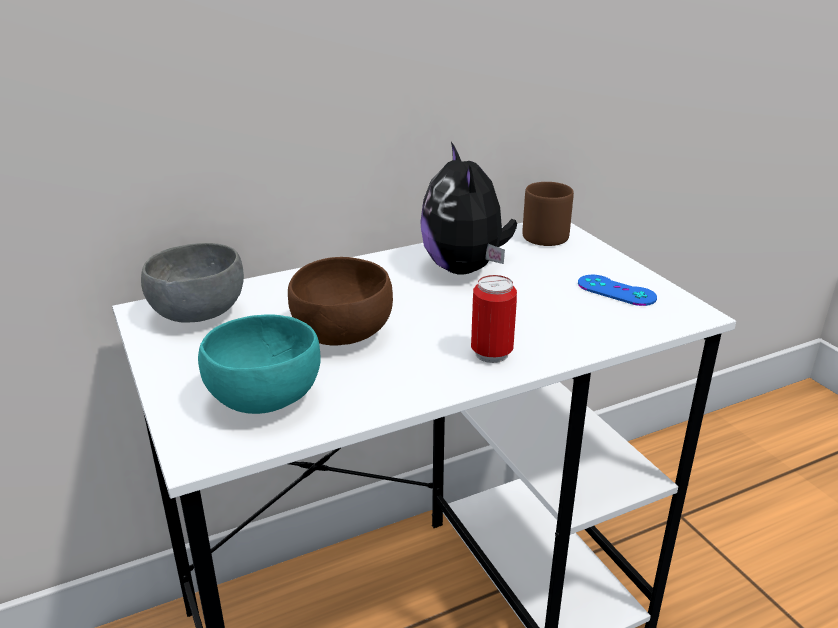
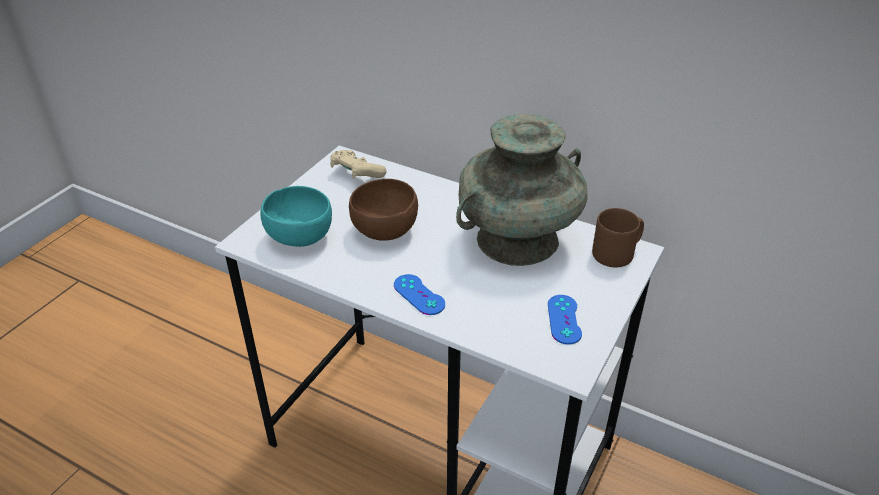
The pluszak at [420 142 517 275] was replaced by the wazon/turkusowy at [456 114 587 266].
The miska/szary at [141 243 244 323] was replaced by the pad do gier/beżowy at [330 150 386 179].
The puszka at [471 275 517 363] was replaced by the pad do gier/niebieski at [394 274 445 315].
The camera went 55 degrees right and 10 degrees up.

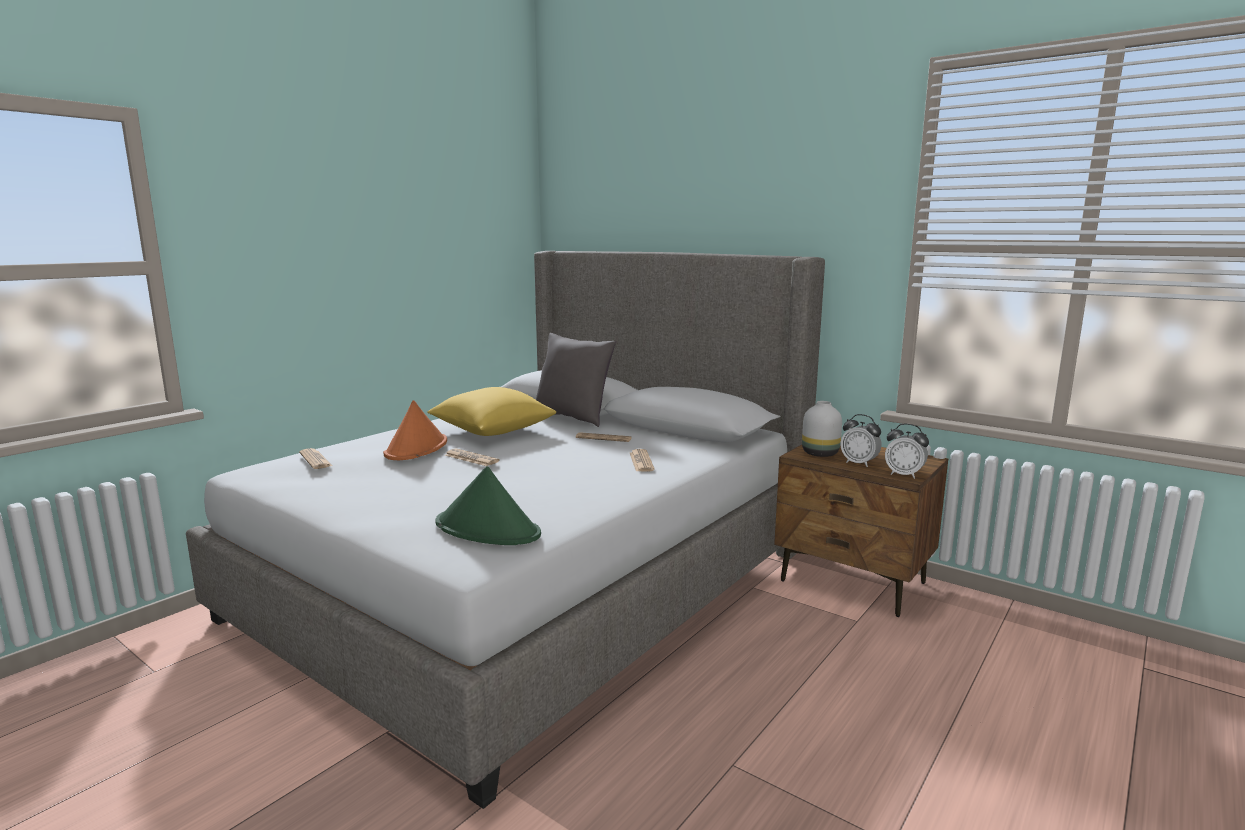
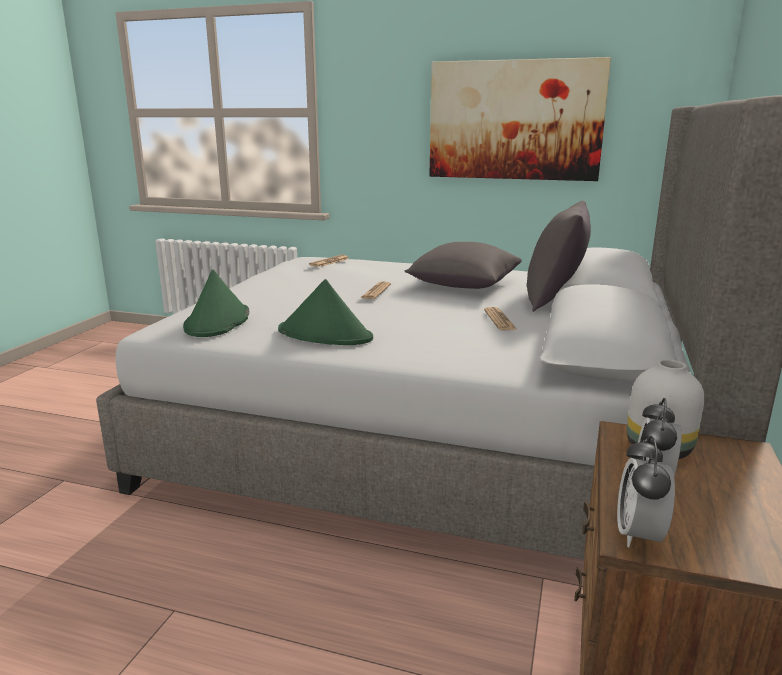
The poduszka/żółty at [427 387 556 436] became the poduszka/szary at [404 242 522 289].
The kapelusz/pomarańczowy at [383 400 447 460] disappeared.
The gazeta at [630 449 655 472] disappeared.
The obraz at [429 57 611 181] appeared.
The kapelusz/zielony at [278 279 373 345] appeared.
The camera went 70 degrees right and 5 degrees up.

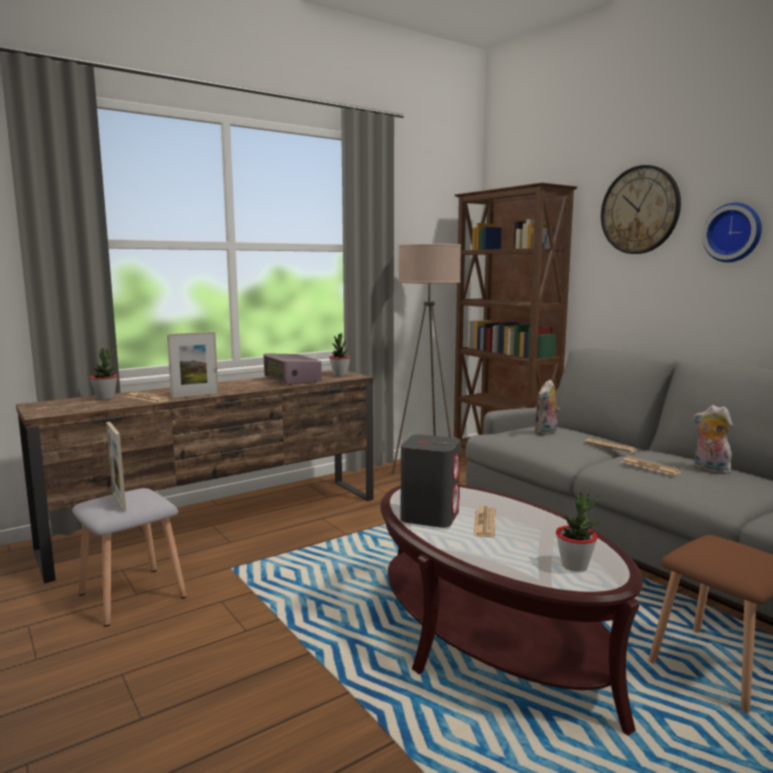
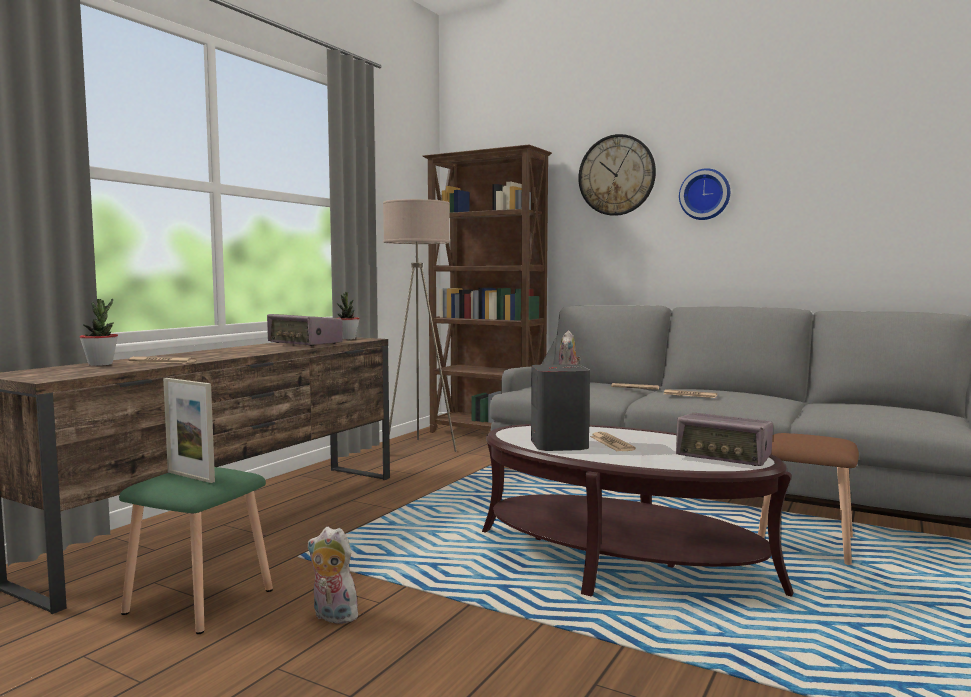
The ramka na zdjęcie at [167 332 219 399] disappeared.
The pluszak moved from [693 405 733 474] to [307 527 360 624].
The stołek/szary at [72 488 186 627] became the stołek/zielony at [119 467 273 634].
The roślina doniczkowa at [556 493 600 571] was replaced by the radio at [676 413 773 466].
The camera went 25 degrees left and 5 degrees down.

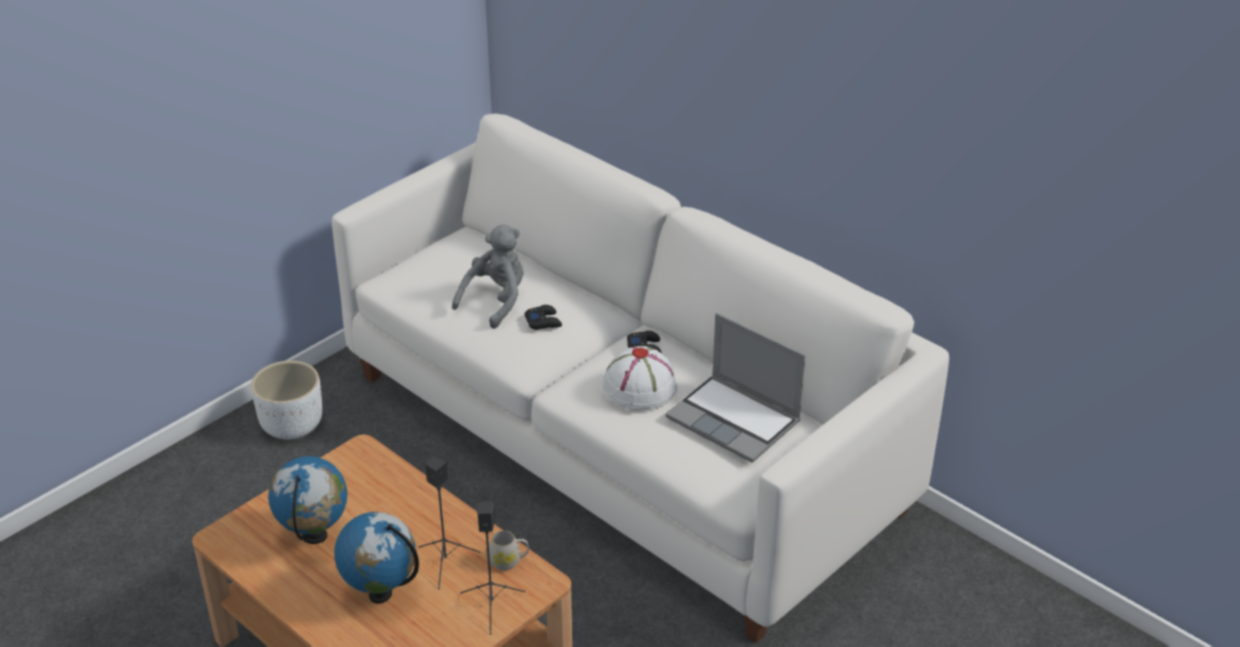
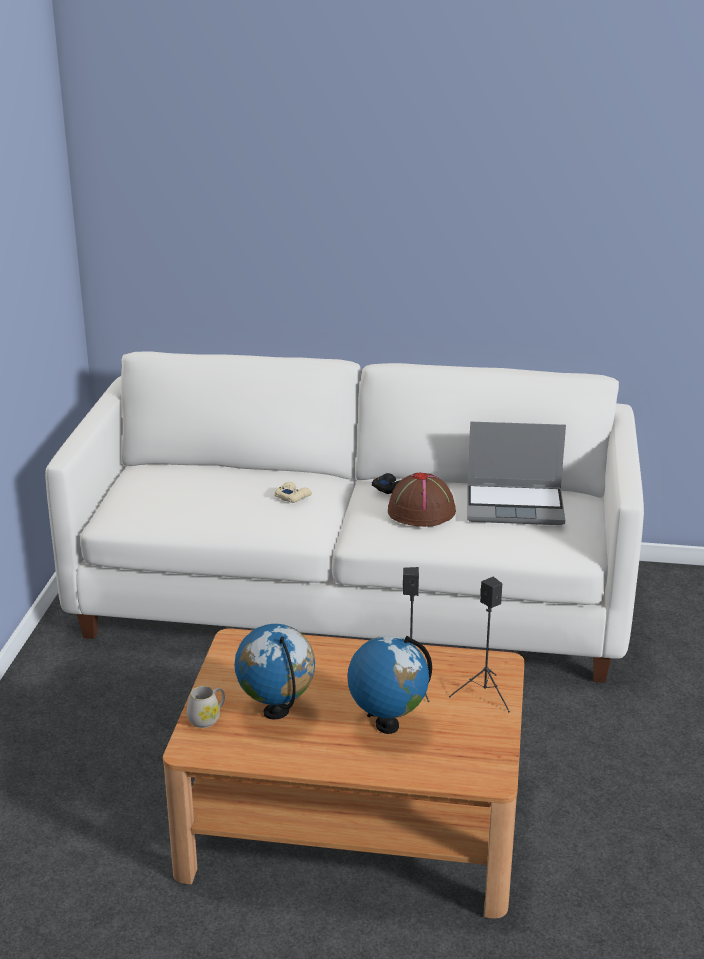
The pluszak/szary at [452 224 524 329] disappeared.
The pad do gier/czarny at [525 305 562 330] became the pad do gier/beżowy at [275 482 312 503].
The kapelusz/biały at [602 346 677 410] became the kapelusz/brązowy at [388 472 456 527].
The donica/biały at [251 361 323 440] disappeared.
The kubek/biały moved from [489 530 529 570] to [187 686 225 728].
The camera went 35 degrees left and 10 degrees down.

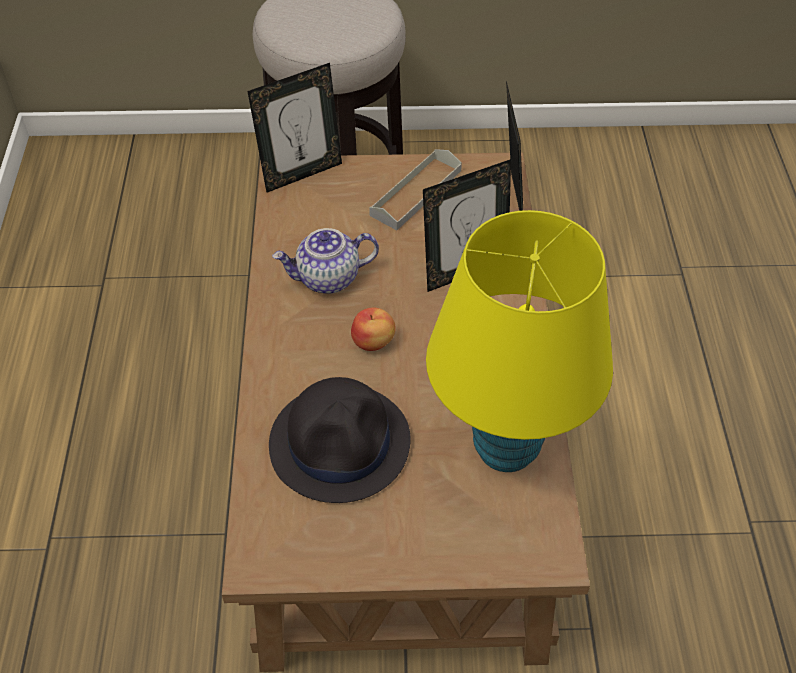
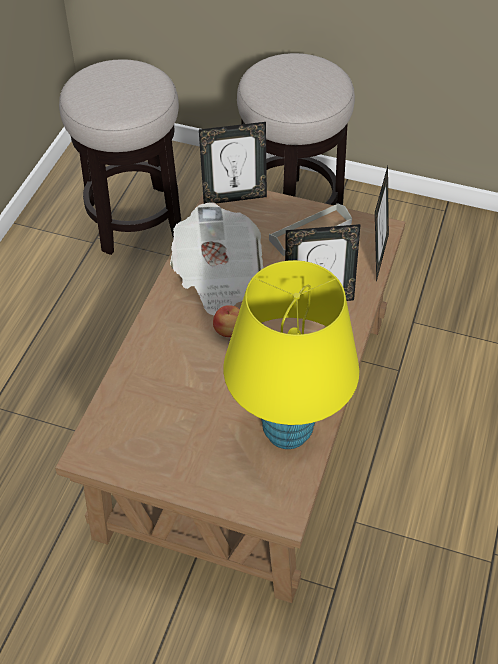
The imbryk at [272 228 379 294] was replaced by the gazeta at [170 202 263 315].
The kapelusz/czarny at [269 377 410 503] disappeared.
The stołek at [59 59 181 255] appeared.
The camera went 20 degrees right and 0 degrees up.

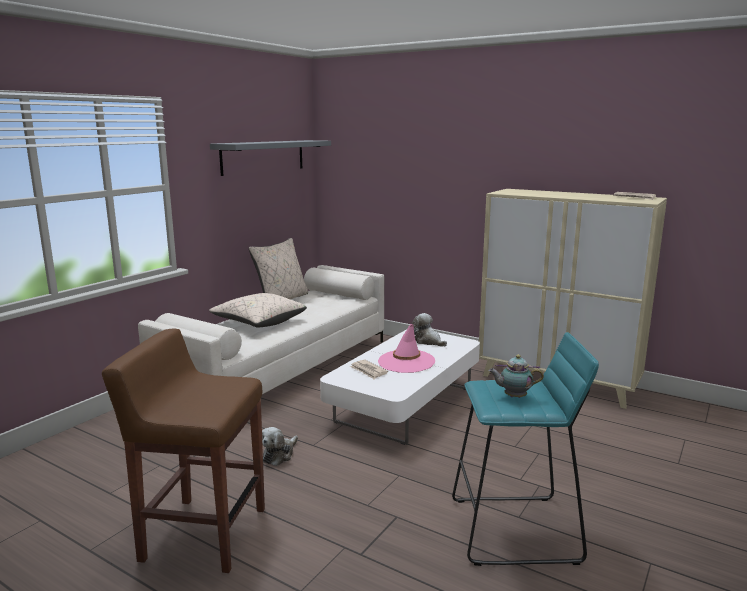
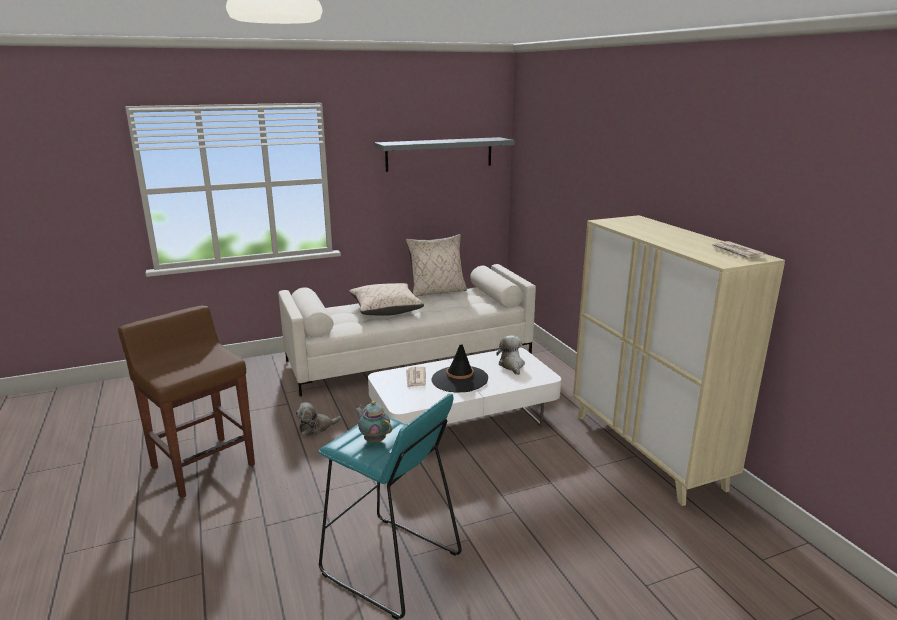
The kapelusz/różowy at [378 324 435 373] became the kapelusz/czarny at [431 345 488 393].
The camera went 35 degrees right and 5 degrees up.

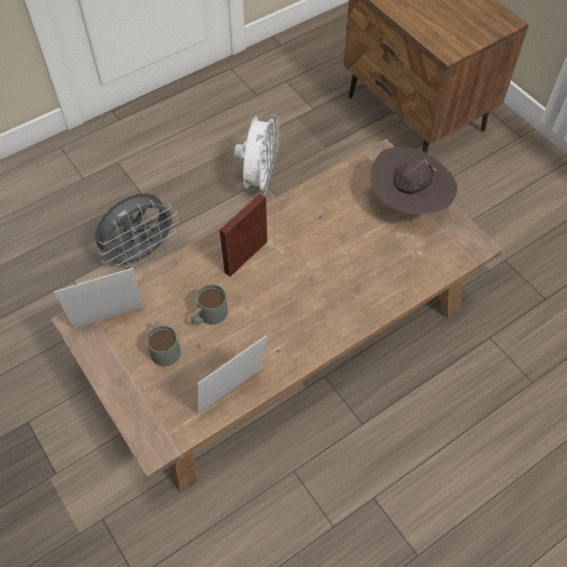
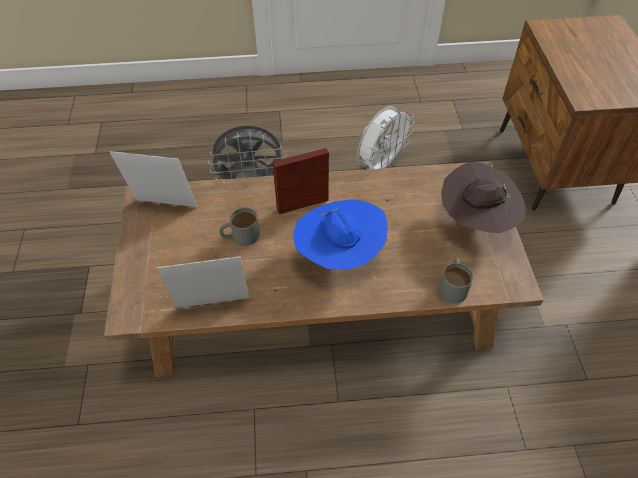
The kubek/szary moved from [146 320 181 366] to [439 258 473 304].
The kapelusz/niebieski at [294 199 388 269] appeared.
The camera went 30 degrees right and 5 degrees down.

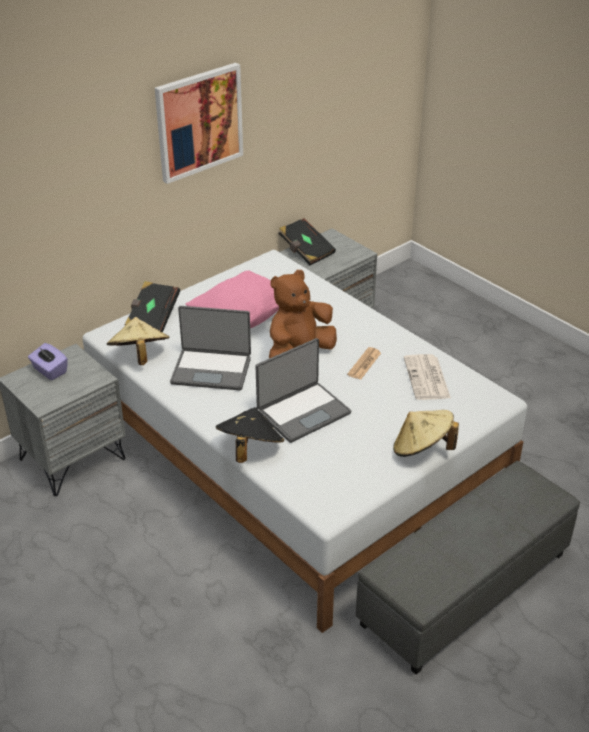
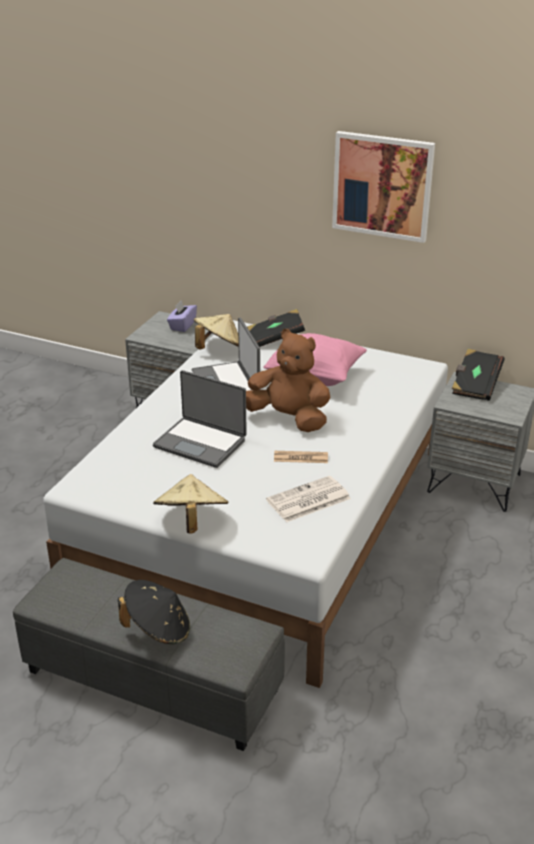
The kapelusz/czarny moved from [216 407 284 463] to [118 580 190 644].
The camera went 65 degrees right and 5 degrees down.

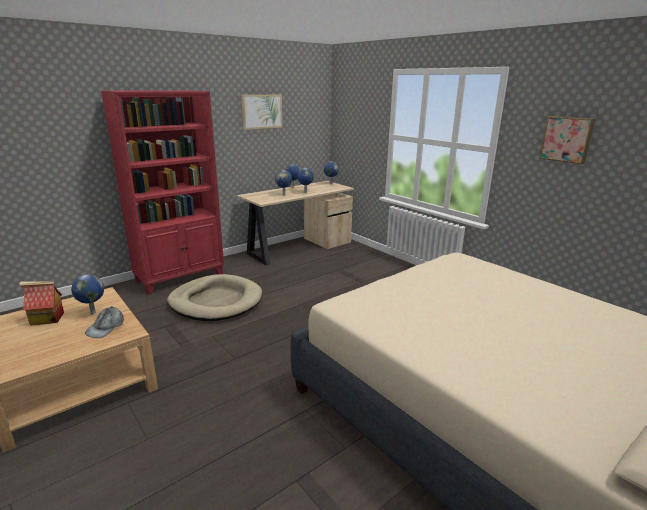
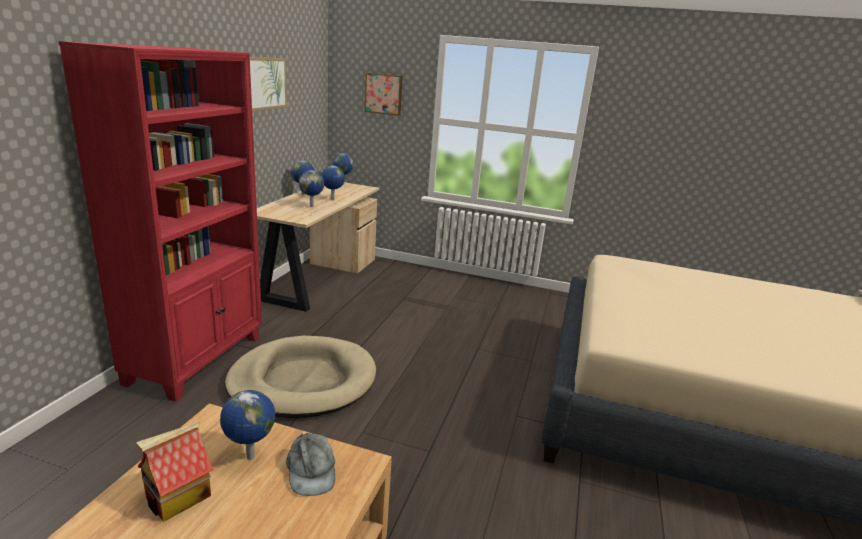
The obraz moved from [539 116 595 164] to [364 72 403 116].
The camera went 35 degrees left and 0 degrees up.

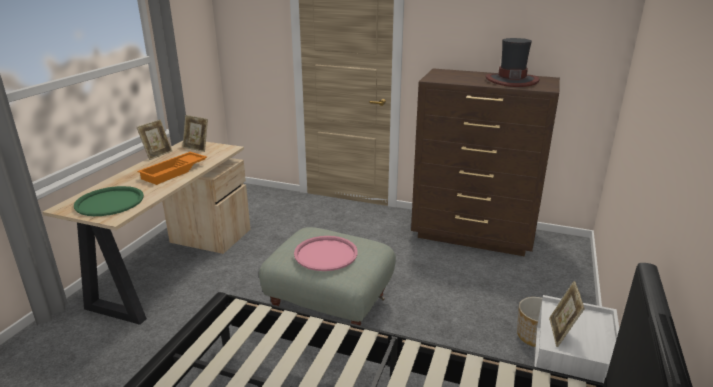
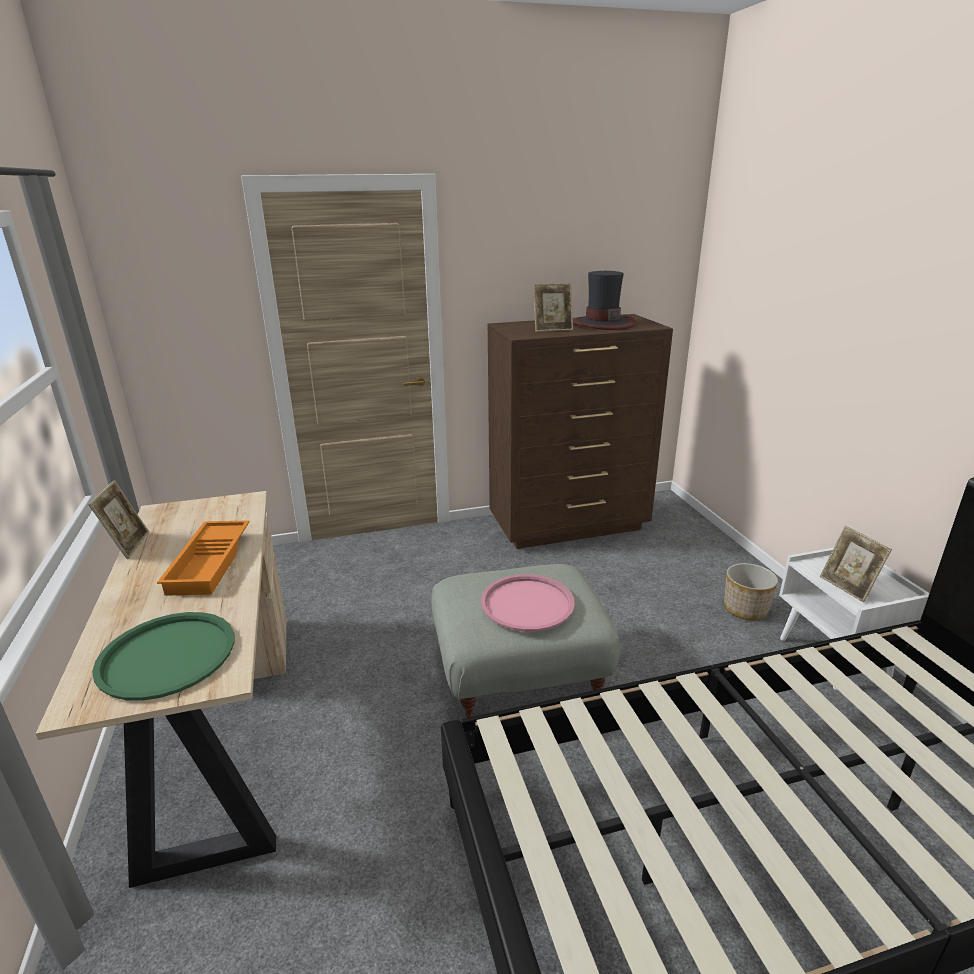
The ramka na zdjęcie moved from [182 115 208 152] to [533 283 573 332].
The camera went 35 degrees left and 0 degrees up.

